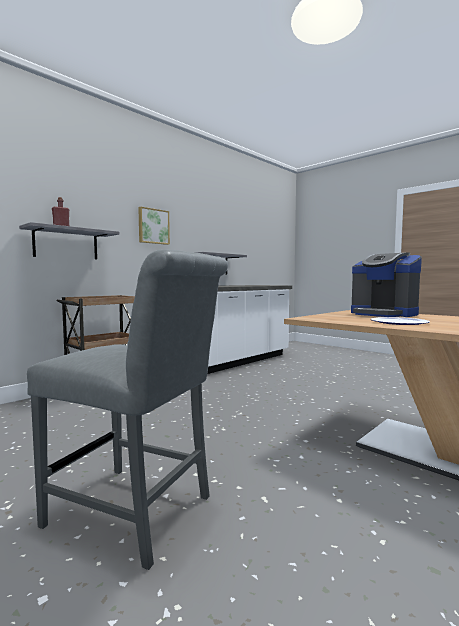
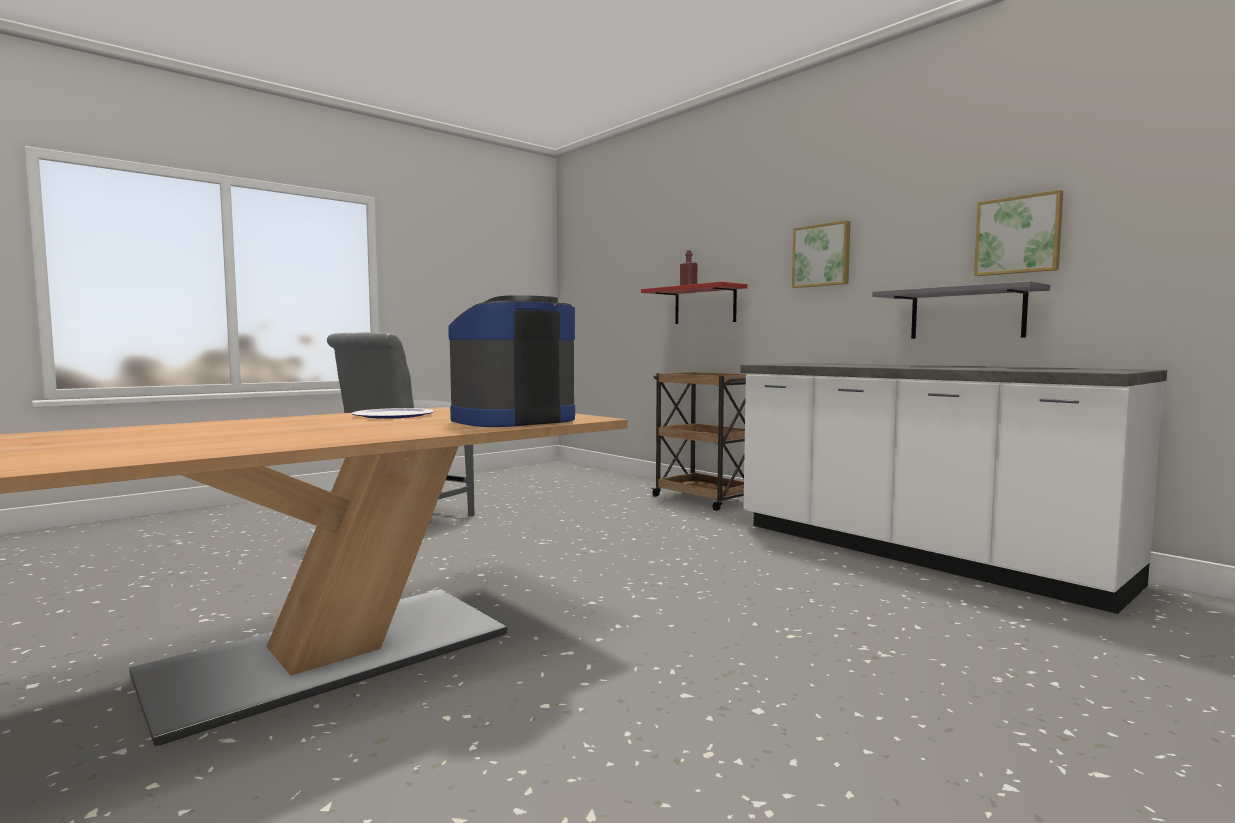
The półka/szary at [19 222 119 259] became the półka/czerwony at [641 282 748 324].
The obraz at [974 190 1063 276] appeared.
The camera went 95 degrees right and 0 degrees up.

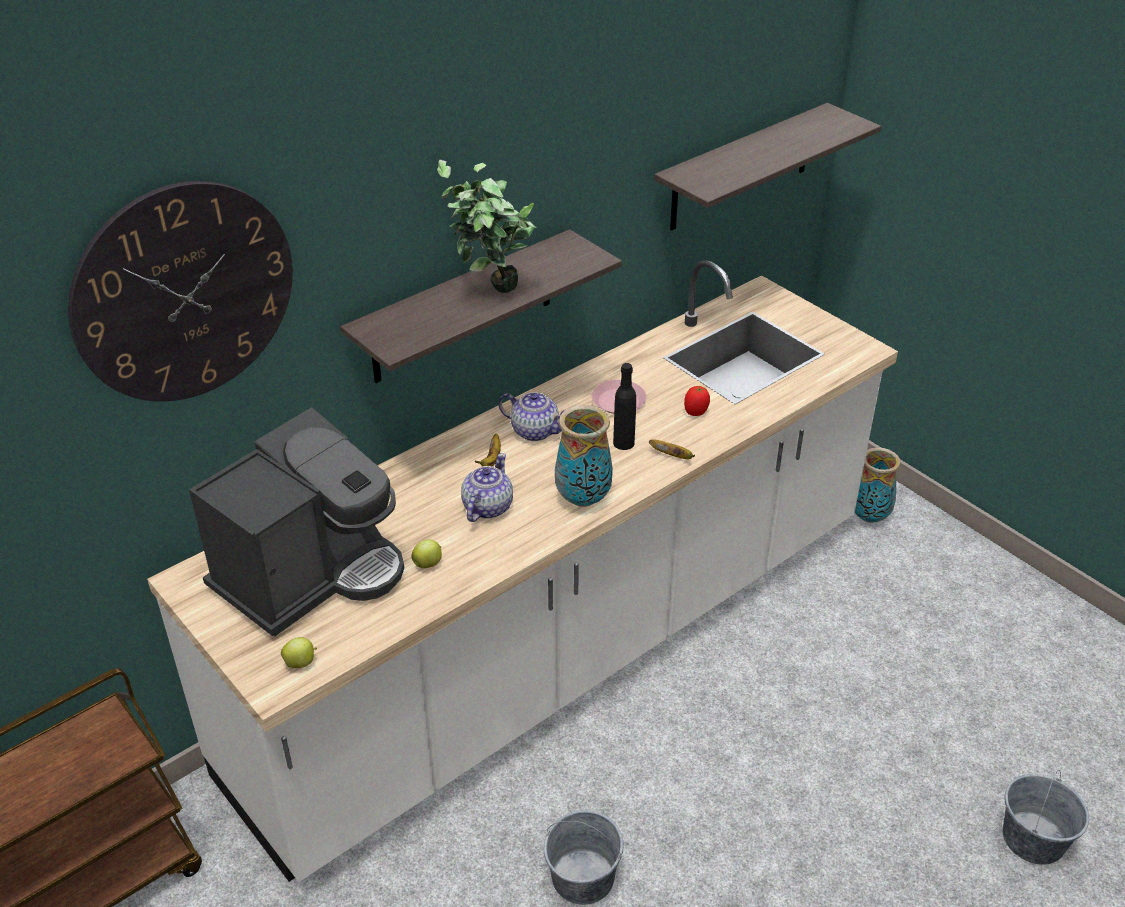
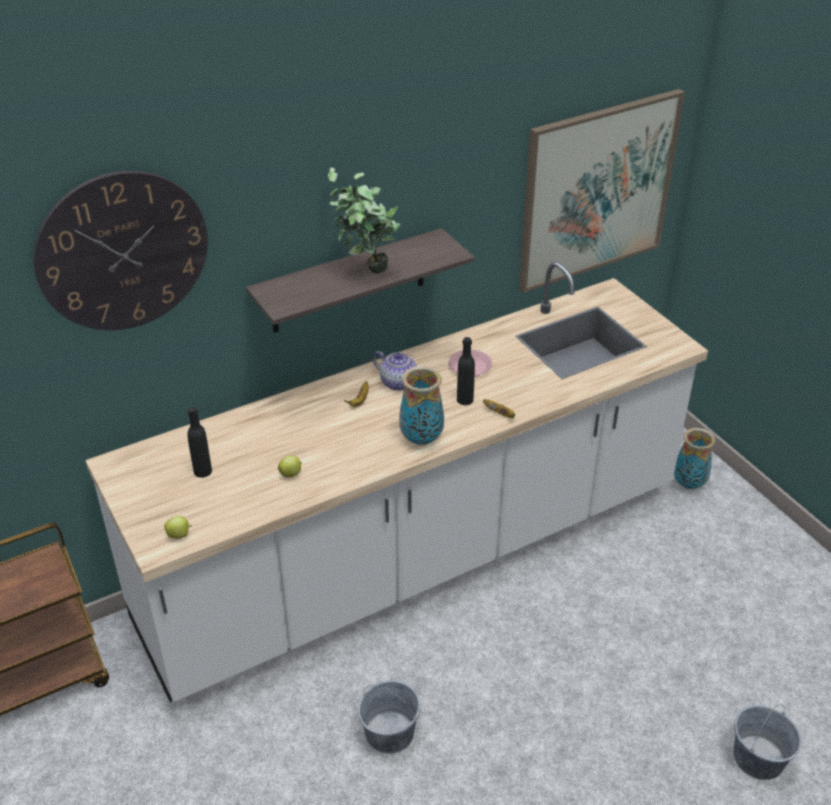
The półka at [654 103 881 231] was replaced by the obraz at [519 89 685 293].
The pomidor at [684 386 710 416] disappeared.
The ekspres do kawy at [189 407 404 637] was replaced by the butelka/czarny at [188 407 212 478].
The imbryk at [461 453 513 522] disappeared.
The camera went 10 degrees right and 0 degrees up.

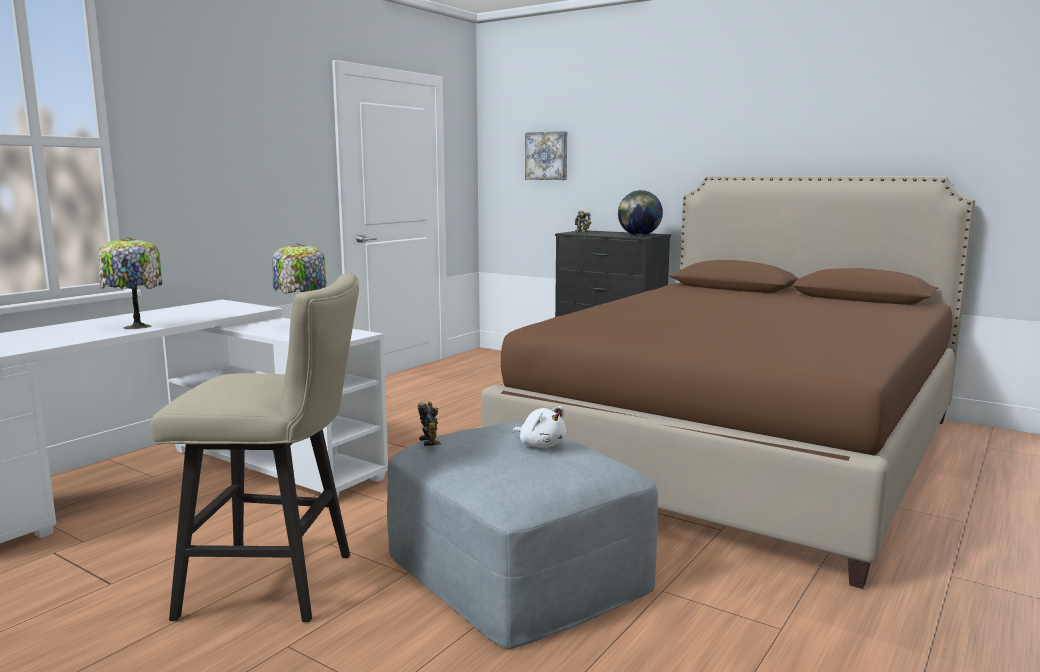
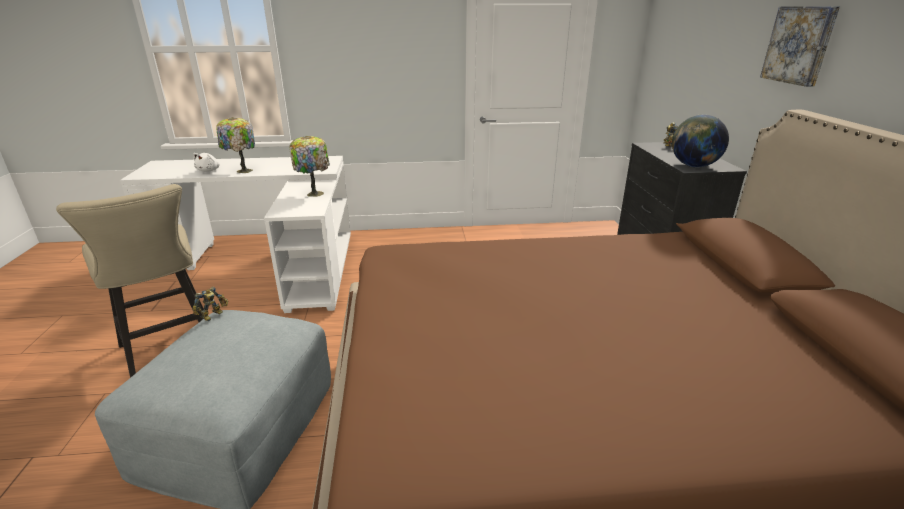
The obraz moved from [525 131 567 180] to [760 6 840 87].
The pluszak/biały moved from [513 406 566 448] to [193 153 220 172].
The camera went 50 degrees right and 15 degrees up.

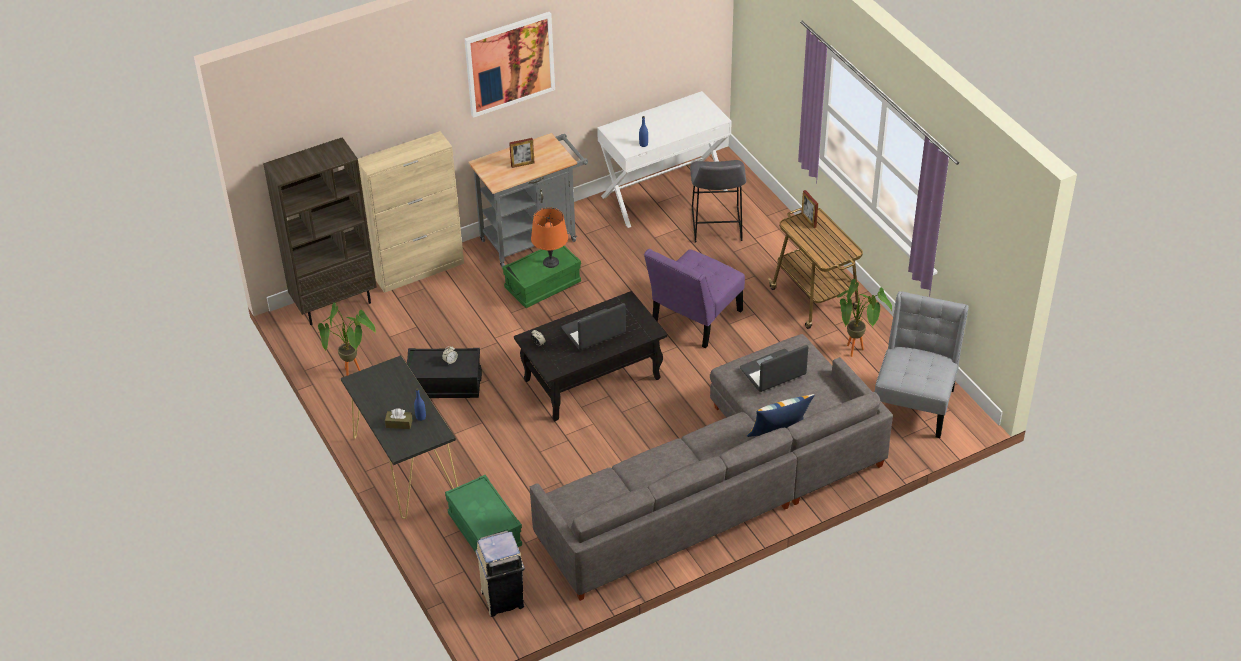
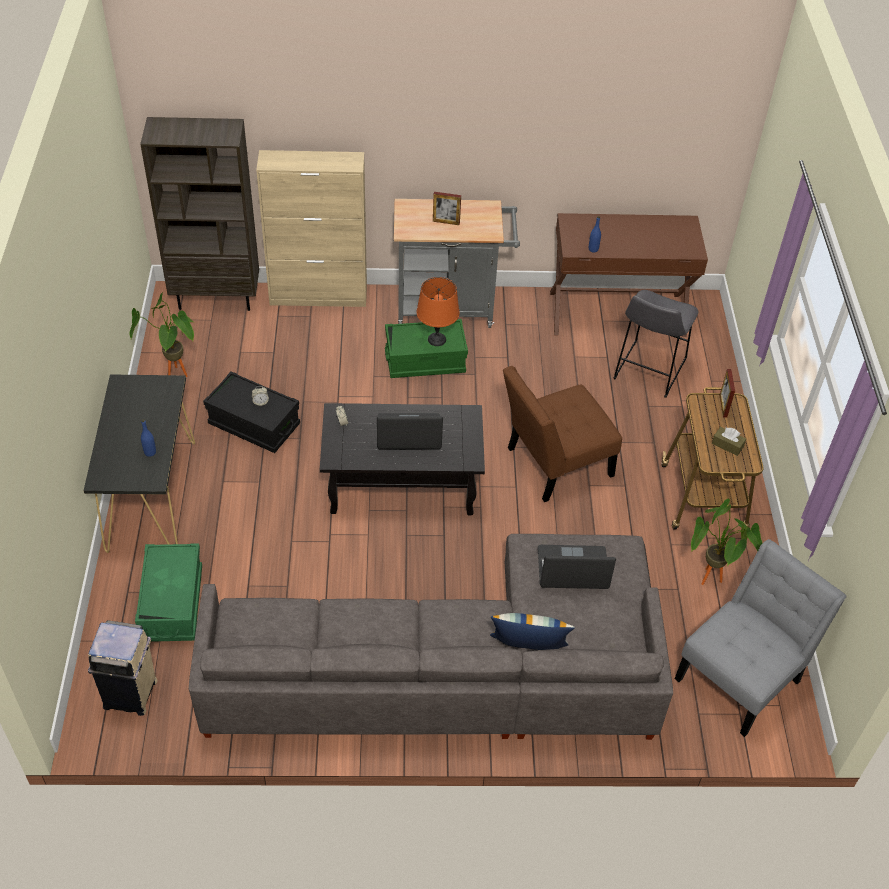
The obraz at [464 12 555 118] disappeared.
The biurko/biały at [597 91 732 228] became the biurko/brązowy at [550 213 708 337].
The krzesło/fioletowy at [644 249 745 349] became the krzesło/brązowy at [503 366 622 502].
The pudełko chusteczek/brązowy moved from [385 408 412 429] to [712 427 746 456].
The camera went 25 degrees right and 5 degrees up.

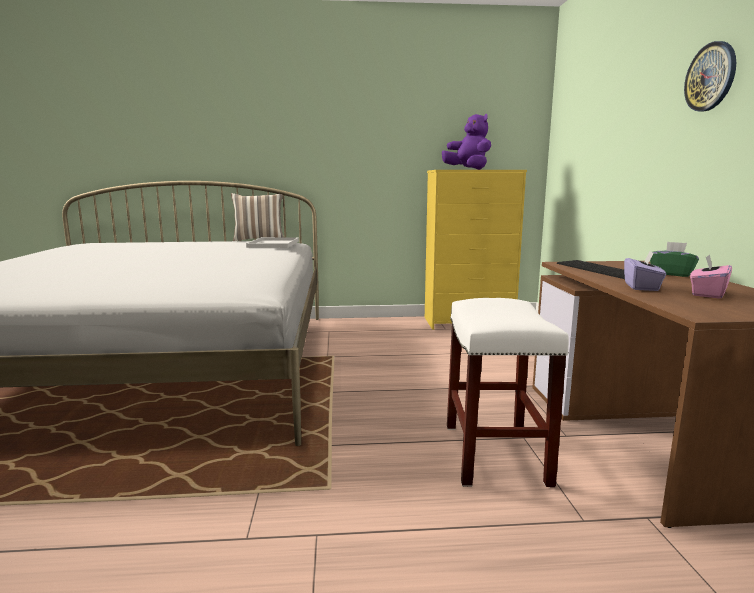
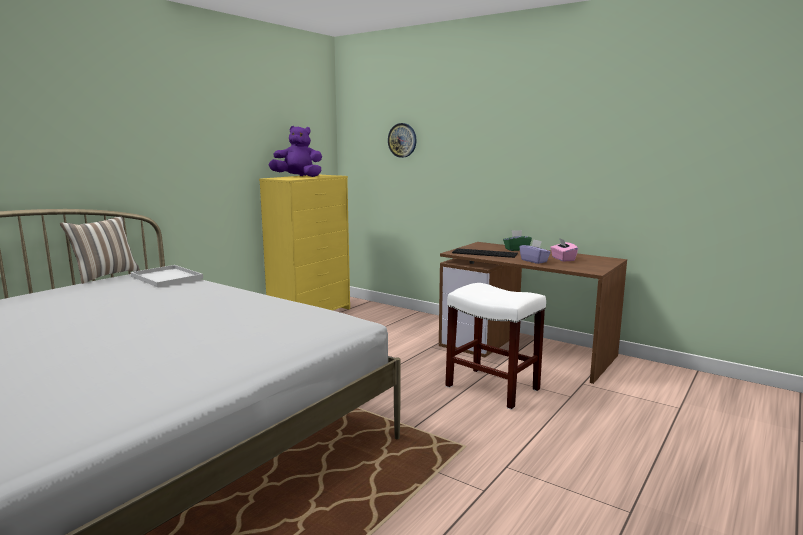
The zegar ścienny moved from [684 41 736 112] to [388 123 417 158].
The camera went 50 degrees left and 0 degrees up.

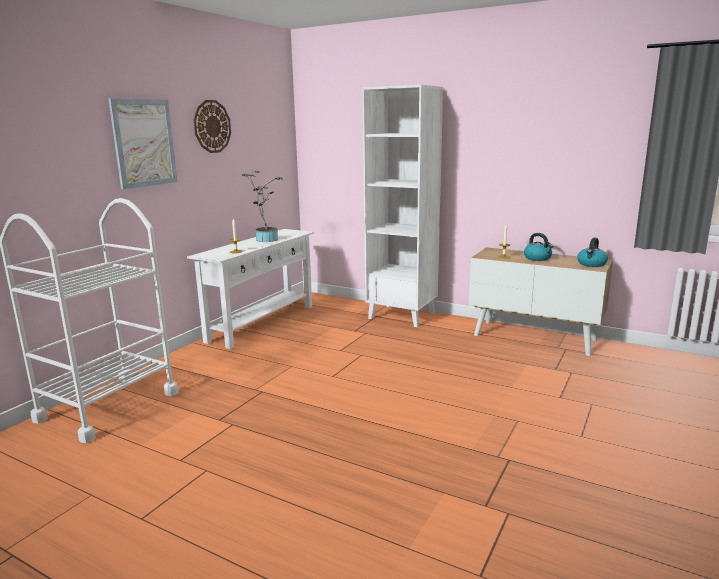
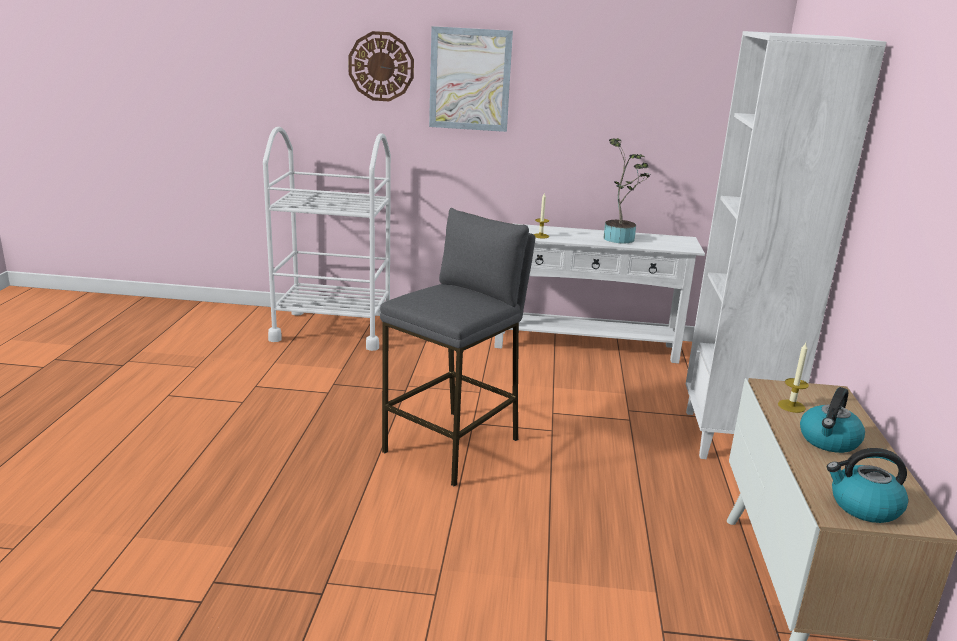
The zegar ścienny moved from [194 100 231 153] to [348 31 414 102].
The stołek/szary at [380 208 535 487] appeared.
The camera went 65 degrees right and 5 degrees up.

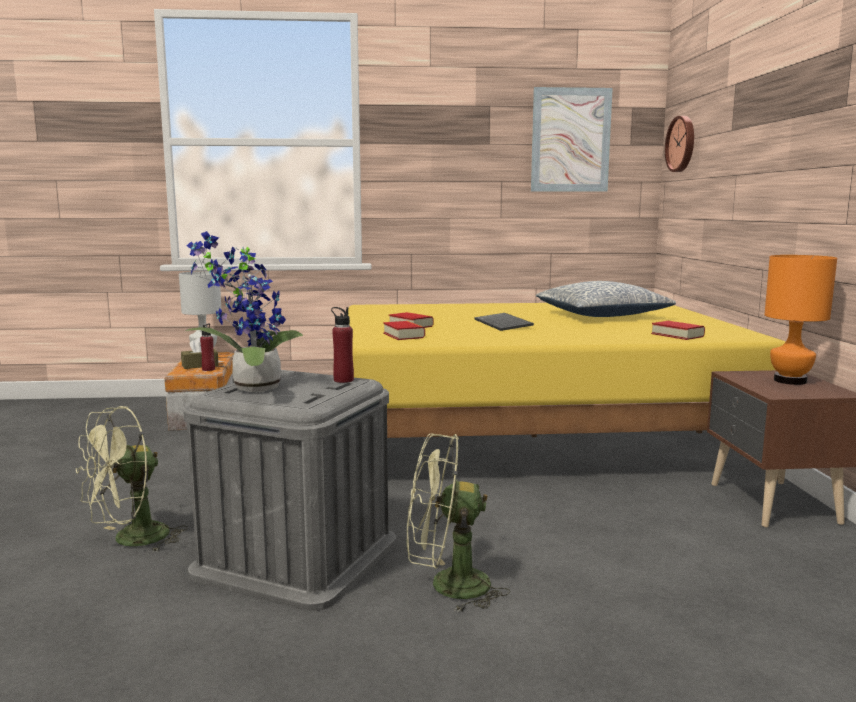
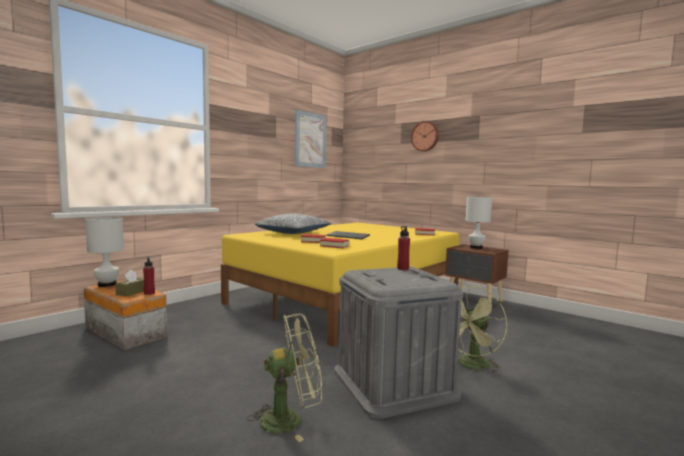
The zegar ścienny moved from [665 116 694 172] to [411 121 439 152].
The roślina doniczkowa at [185 231 303 392] disappeared.
The lampa stołowa/pomarańczowy at [765 255 837 385] became the lampa stołowa/biały at [465 197 492 249].
The poduszka moved from [536 281 676 317] to [255 214 331 234].
The wentylator/zielony at [76 406 188 552] turned 105 degrees counterclockwise.
The camera went 45 degrees left and 5 degrees down.

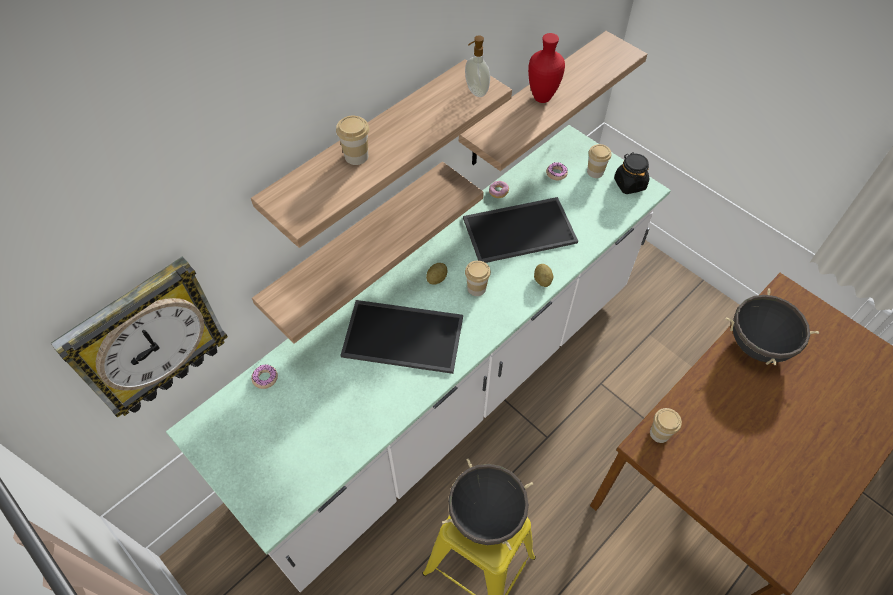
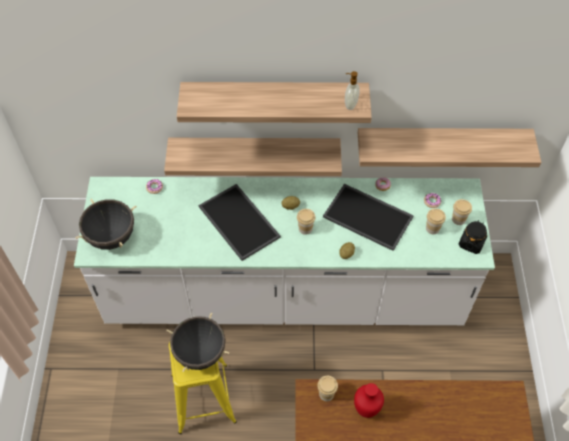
The wazon/czerwony moved from [528 33 565 103] to [354 383 384 418].
The filiżanka moved from [336 116 369 165] to [426 208 446 234].
The zegar ścienny at [51 257 228 418] disappeared.
The garnek/czarny moved from [726 288 819 365] to [75 199 137 250].
The camera went 45 degrees right and 0 degrees up.

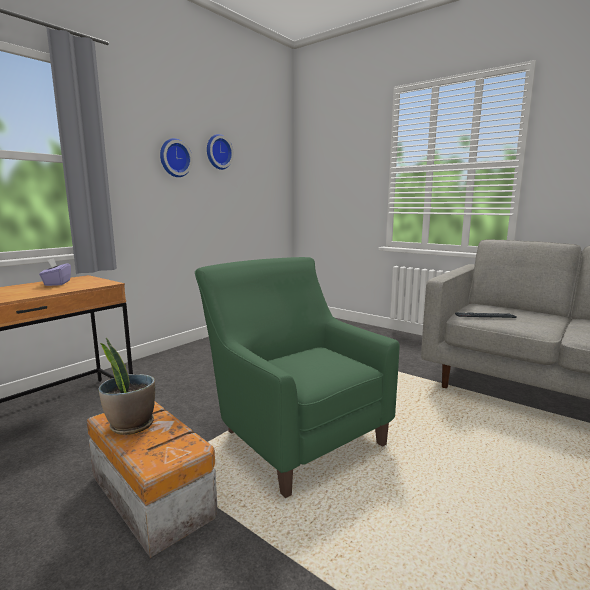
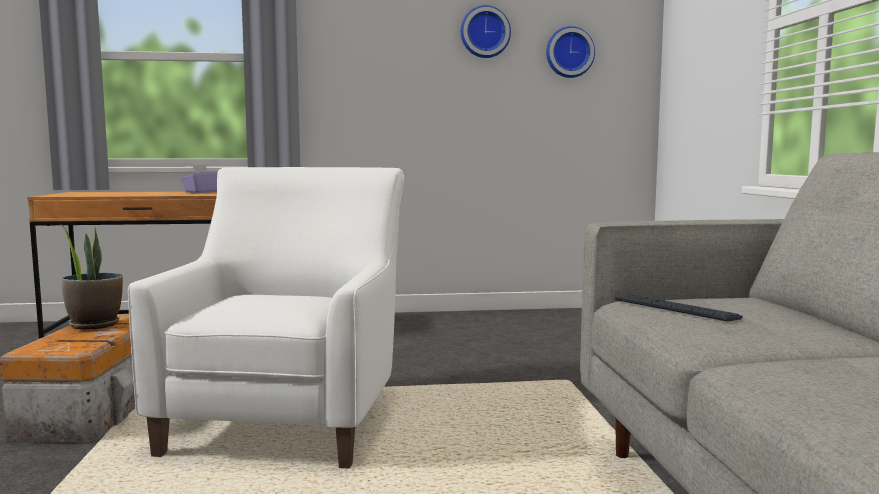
The zegar ścienny moved from [160 138 193 177] to [546 26 595 78].
The fotel/zielony at [195 257 400 498] became the fotel/biały at [128 167 404 468].
The camera went 45 degrees right and 5 degrees down.

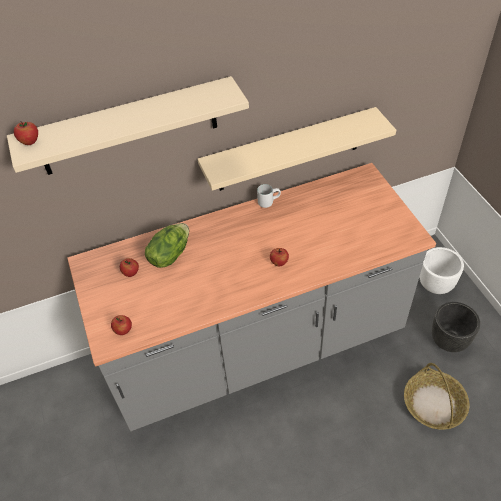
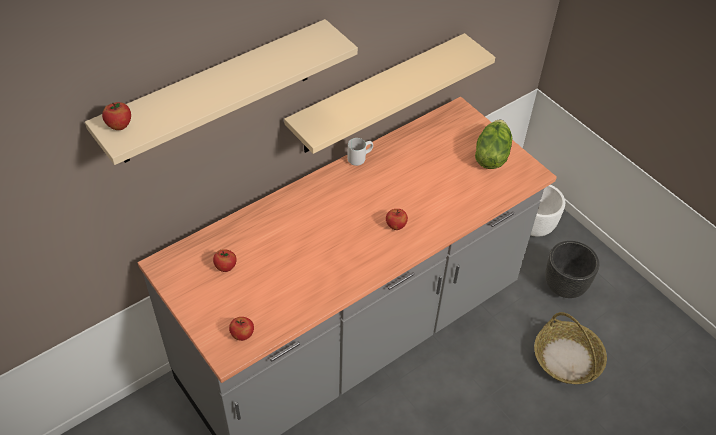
The sałata moved from [145 223 189 268] to [475 120 512 169].
The camera went 20 degrees left and 0 degrees up.

